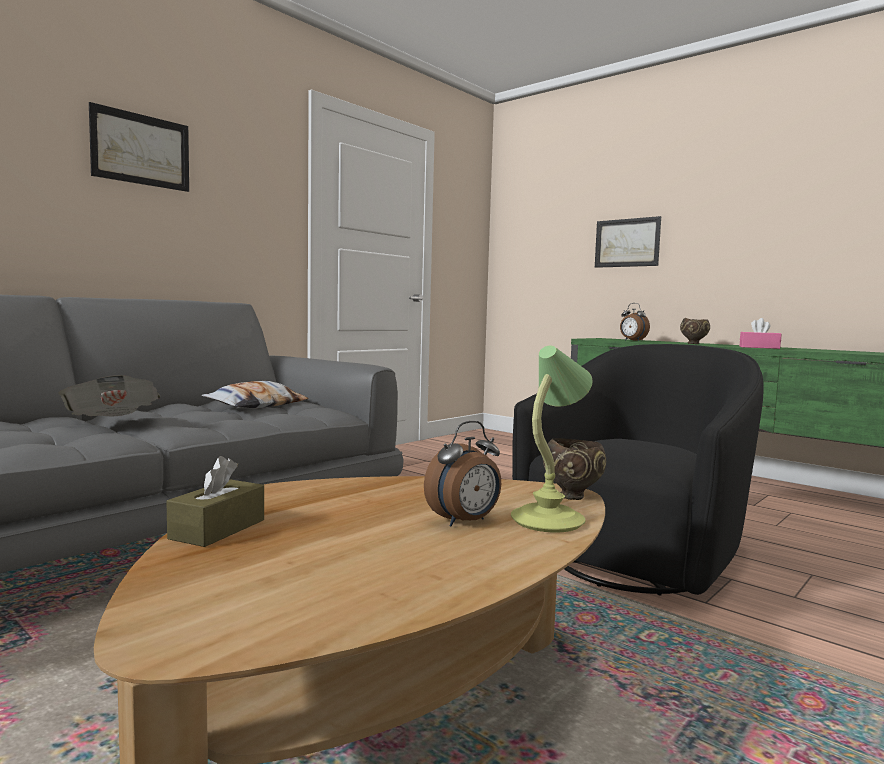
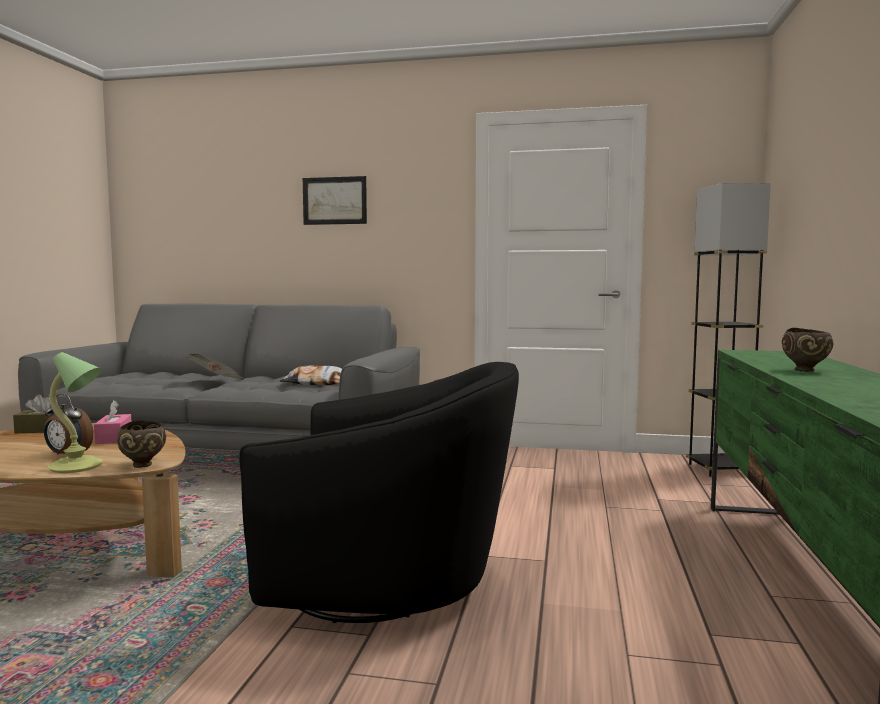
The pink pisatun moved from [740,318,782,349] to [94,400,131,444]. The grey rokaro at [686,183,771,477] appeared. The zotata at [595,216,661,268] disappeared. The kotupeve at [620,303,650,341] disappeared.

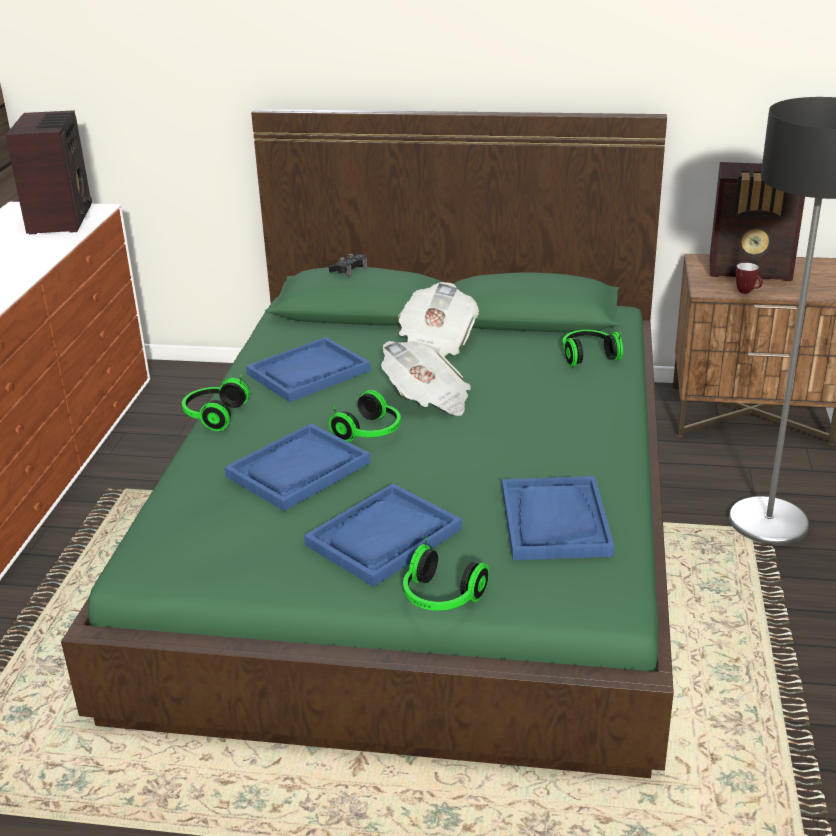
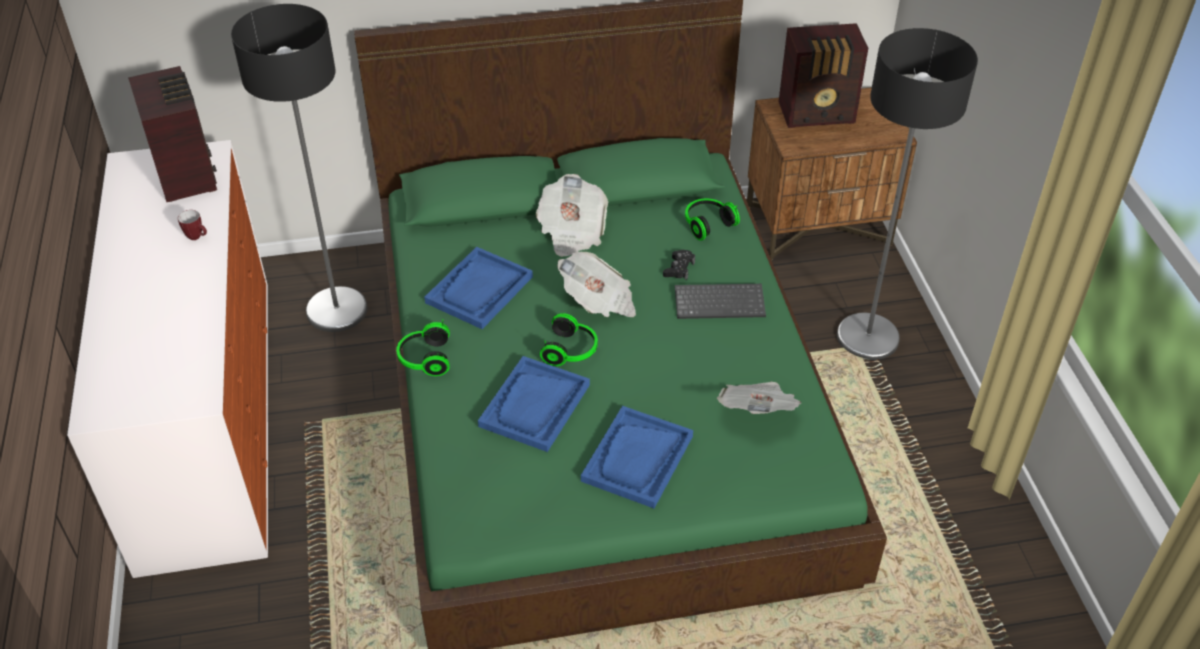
The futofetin moved from [736,263,763,294] to [178,210,207,240]. The rokaro at [231,4,367,332] appeared. The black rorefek moved from [329,254,368,277] to [663,250,695,280]. The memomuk at [675,284,766,319] appeared. The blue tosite at [502,476,615,560] was replaced by the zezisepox at [717,382,802,414]. The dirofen at [403,536,489,611] disappeared.

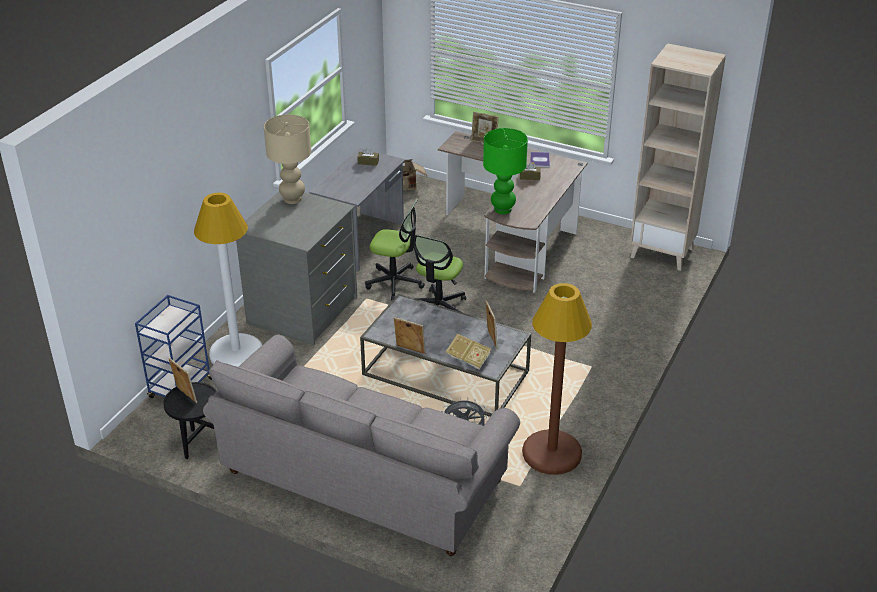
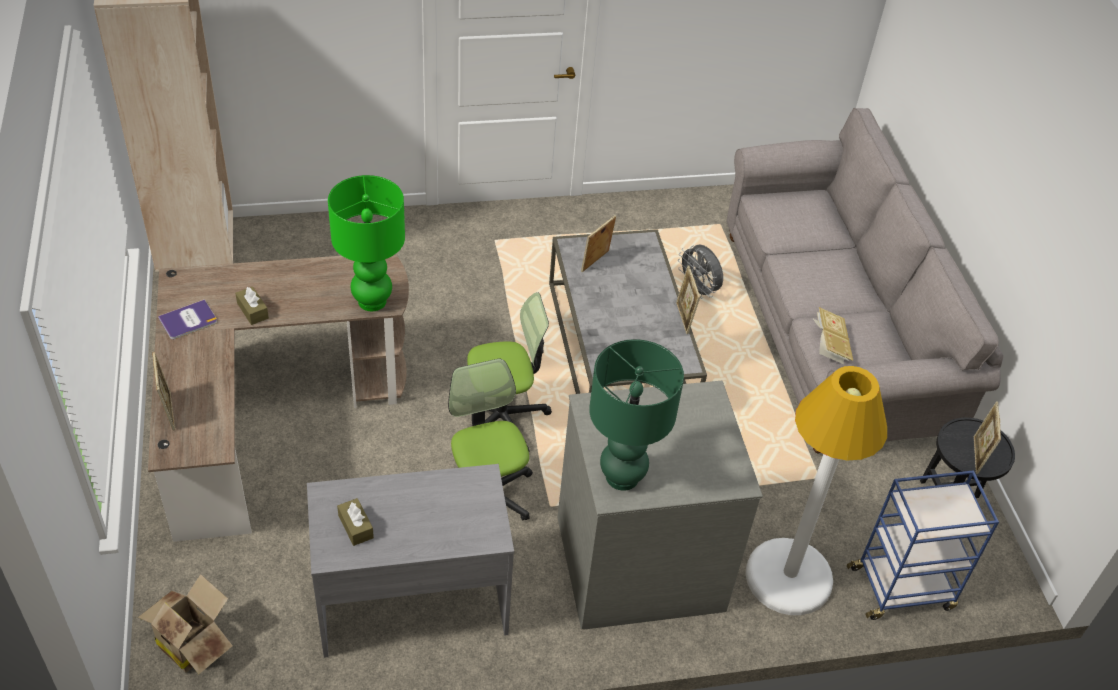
The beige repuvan at [264,115,311,204] became the green repuvan at [589,339,684,491]. The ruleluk moved from [446,334,491,370] to [813,307,853,364]. The brown rokaro at [522,283,592,475] disappeared.

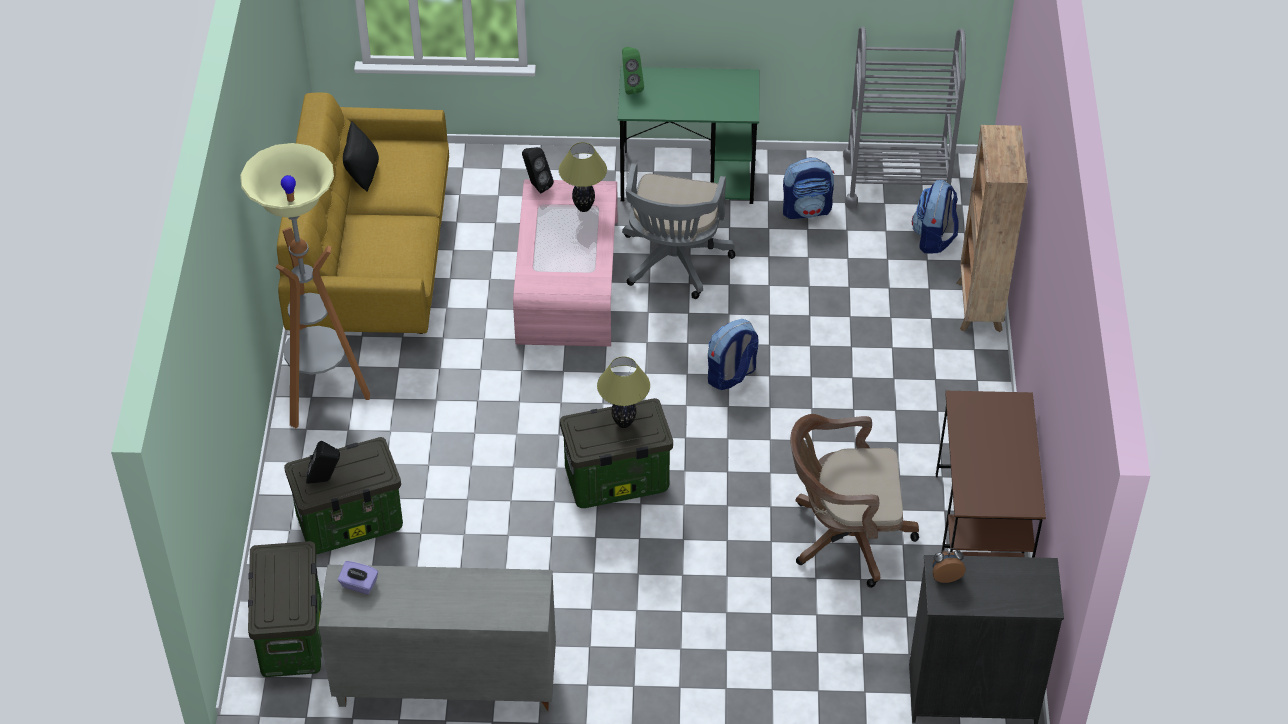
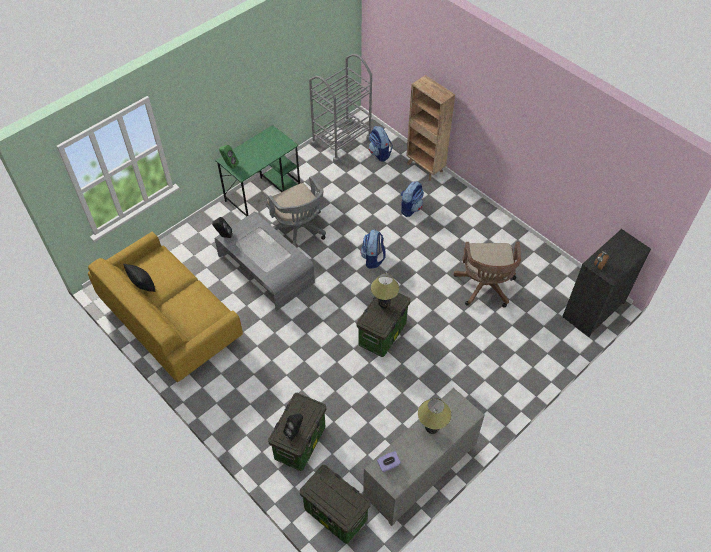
The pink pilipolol at [513,179,618,347] became the grey pilipolol at [215,212,315,311]. The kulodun moved from [783,158,834,219] to [401,181,424,217]. The repuvan moved from [559,142,607,212] to [418,398,451,434]. The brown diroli at [790,414,919,588] turned 45 degrees counterclockwise. The rokaro at [240,143,370,429] disappeared. The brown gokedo at [936,391,1046,557] disappeared.

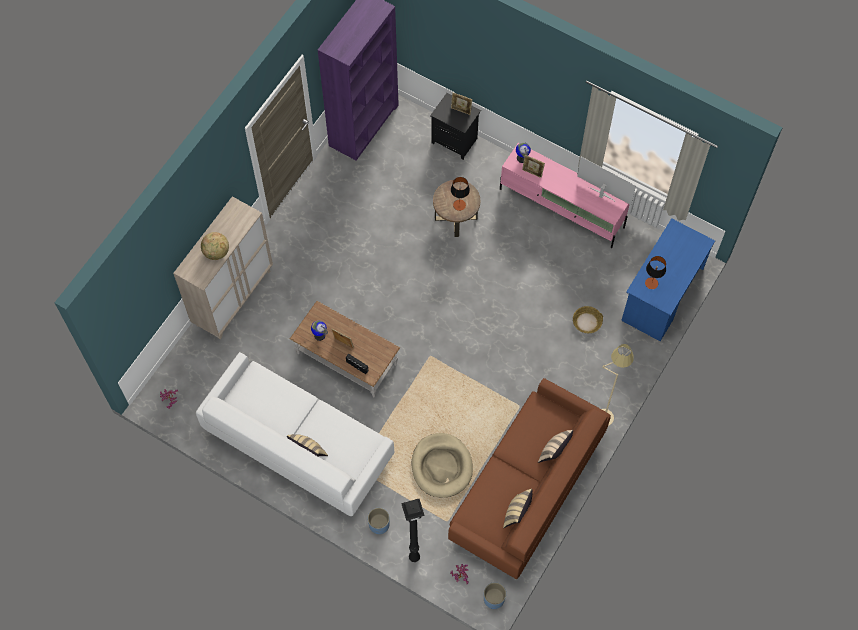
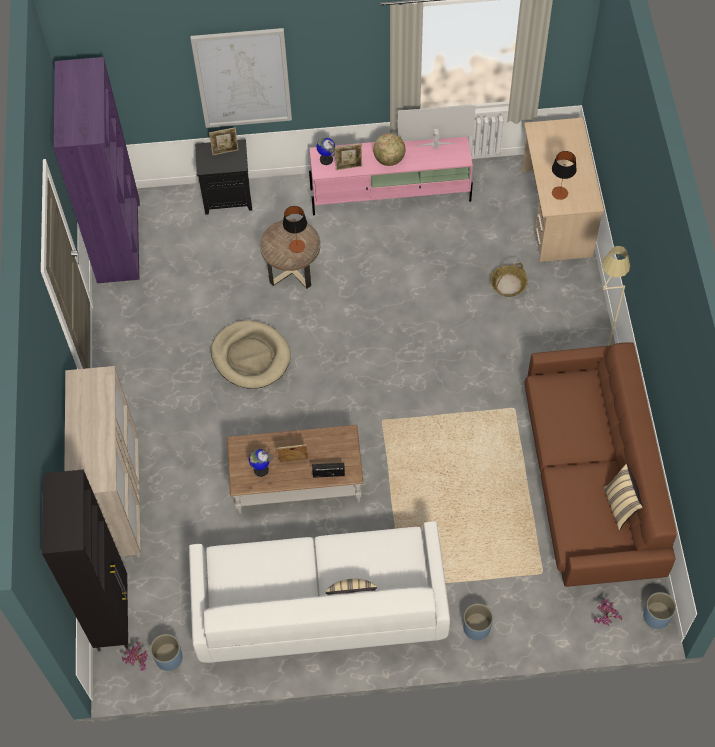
The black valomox at [42,469,128,651] appeared. The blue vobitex at [150,634,183,671] appeared. The zotata at [190,28,292,128] appeared. The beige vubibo moved from [412,433,473,498] to [211,320,291,389]. The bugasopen moved from [201,232,229,260] to [373,133,405,166]. The blue gokedo at [621,218,715,341] became the beige gokedo at [522,118,604,262]. The black rokaro at [401,499,425,562] disappeared. The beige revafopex at [538,430,573,463] disappeared.

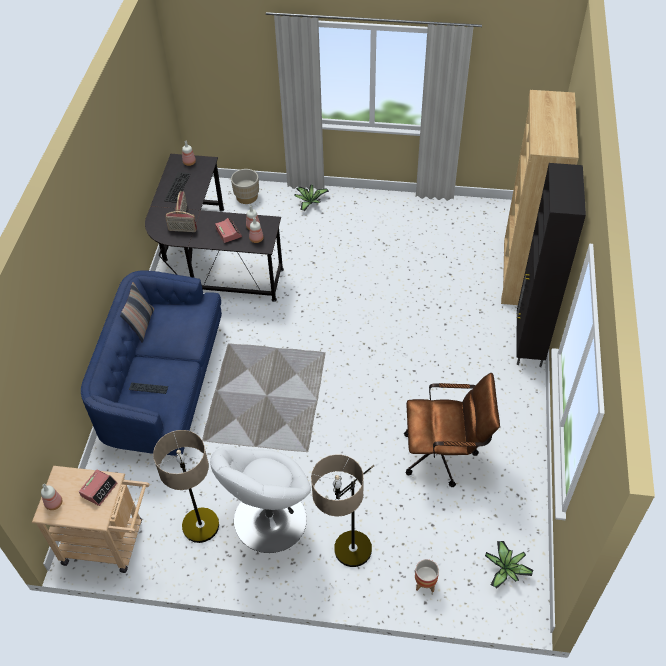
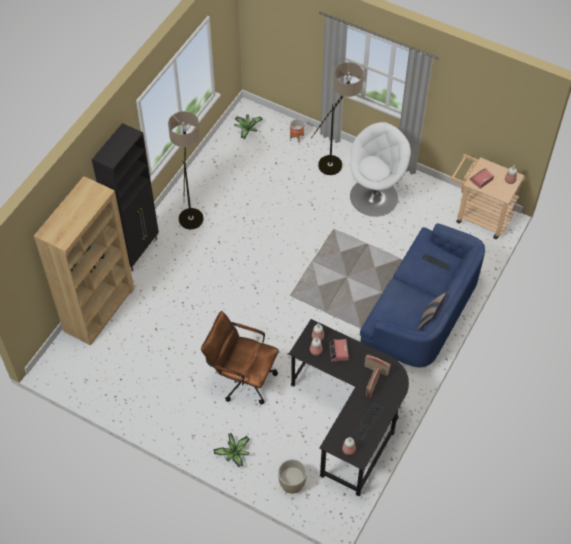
The rokaro moved from [153,430,219,543] to [168,111,203,229]. The brown diroli moved from [404,373,500,487] to [201,311,279,405].

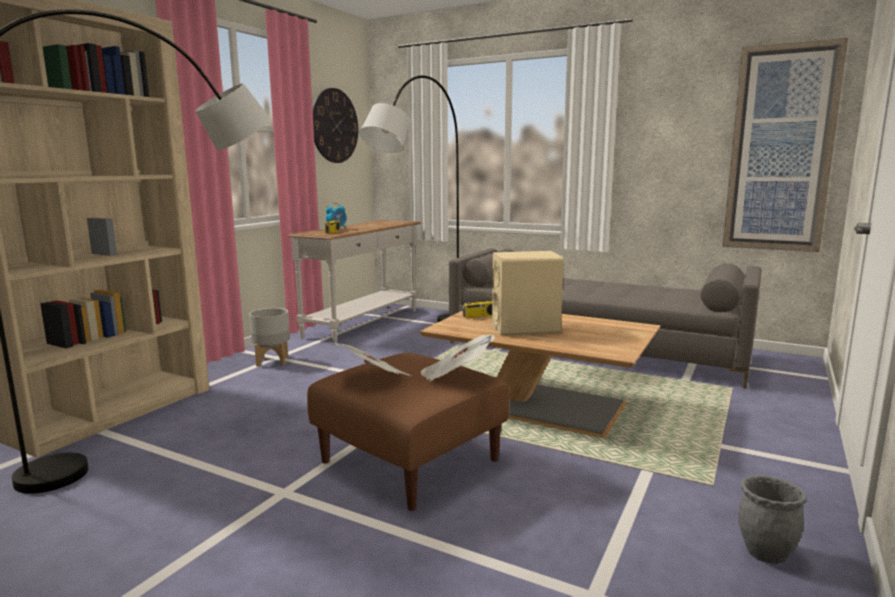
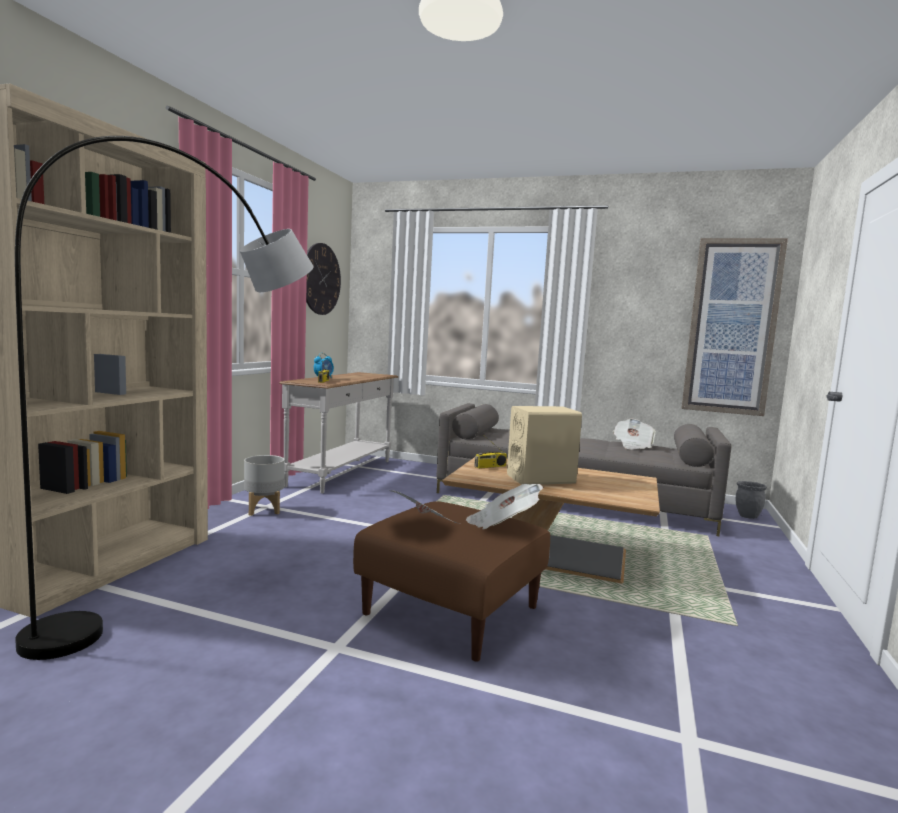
The zezisepox at [613,419,656,450] appeared. The grey vobitex moved from [738,475,807,564] to [735,481,767,519]. The grey rokaro at [360,75,459,322] disappeared.

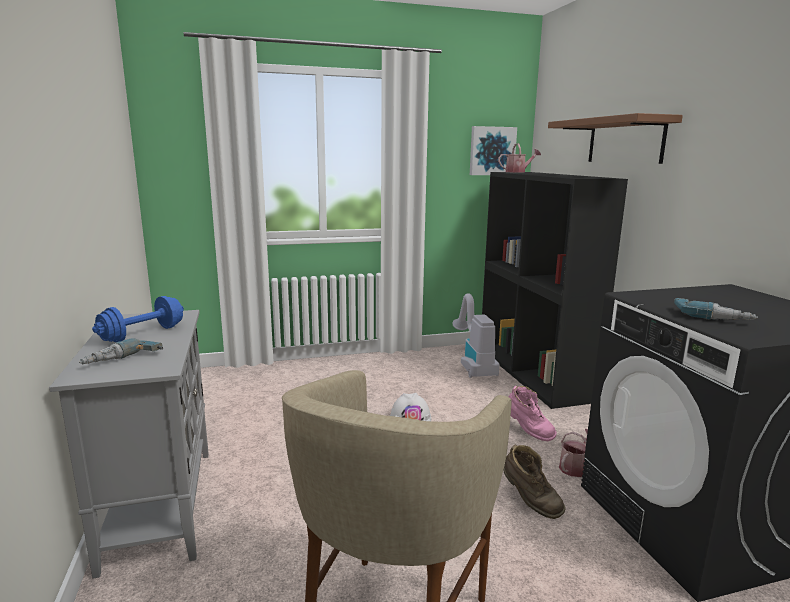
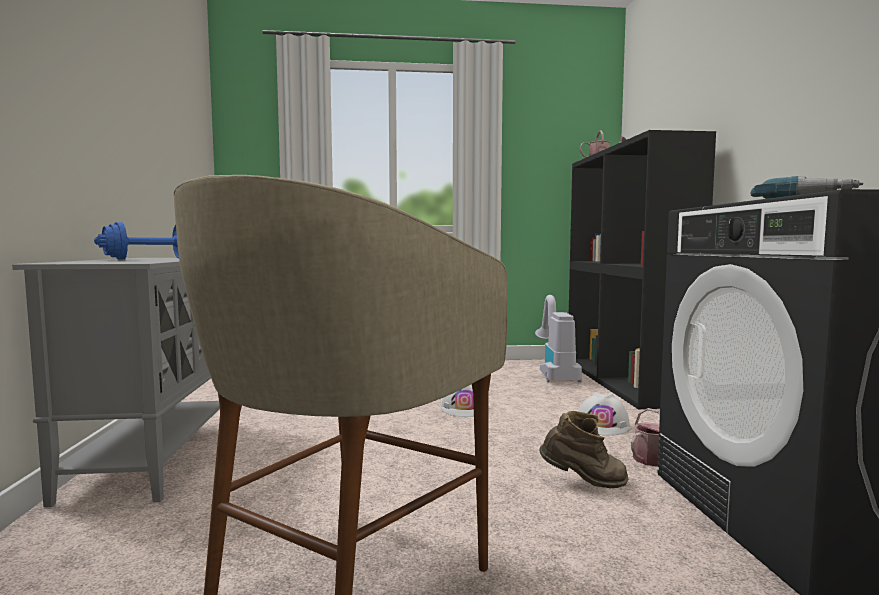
The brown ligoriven at [503,444,566,519] turned 60 degrees counterclockwise. The pink ligoriven at [508,386,557,441] was replaced by the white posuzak at [578,392,631,436]. The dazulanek at [79,338,163,364] disappeared. The zotata at [470,126,517,175] disappeared. The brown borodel at [548,113,683,164] disappeared.

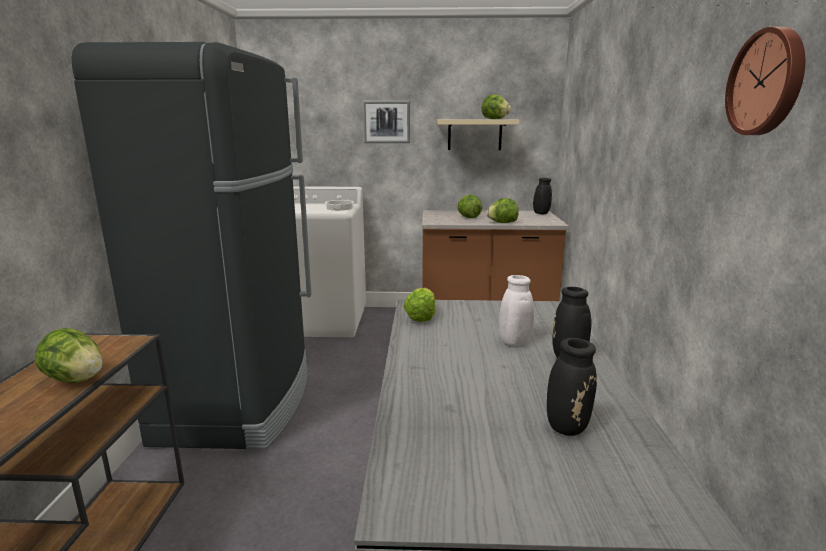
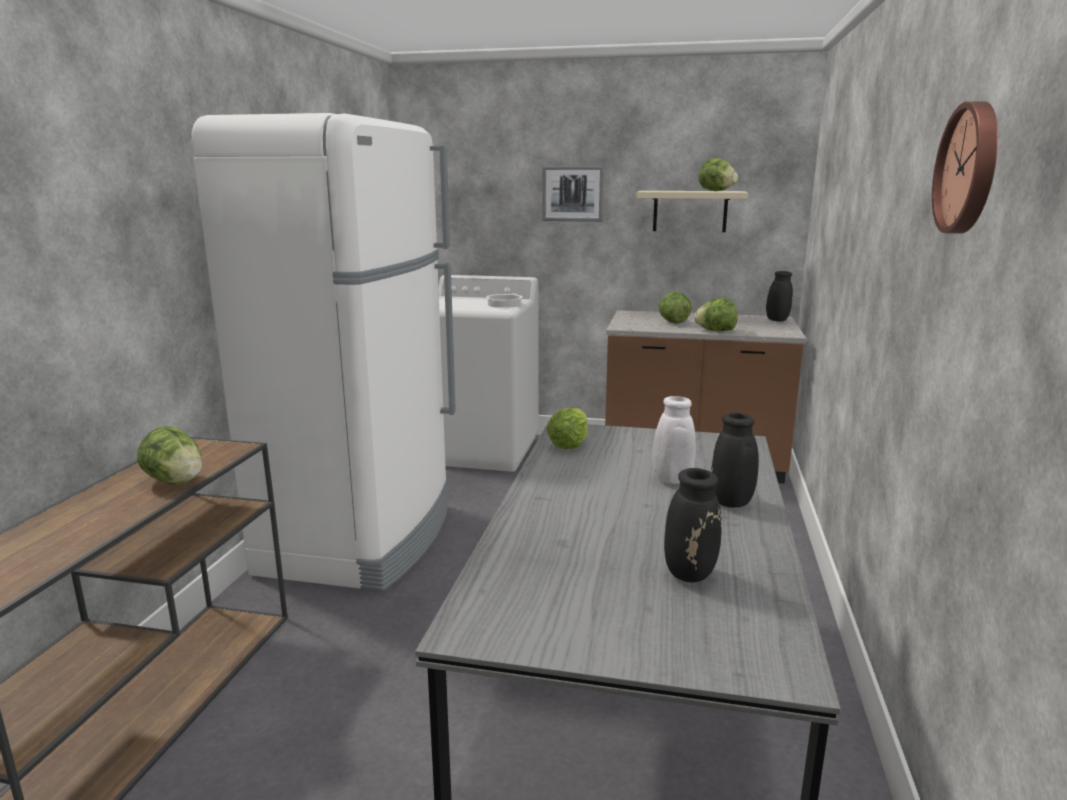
The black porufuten at [71,42,311,450] became the white porufuten at [192,113,456,591].

